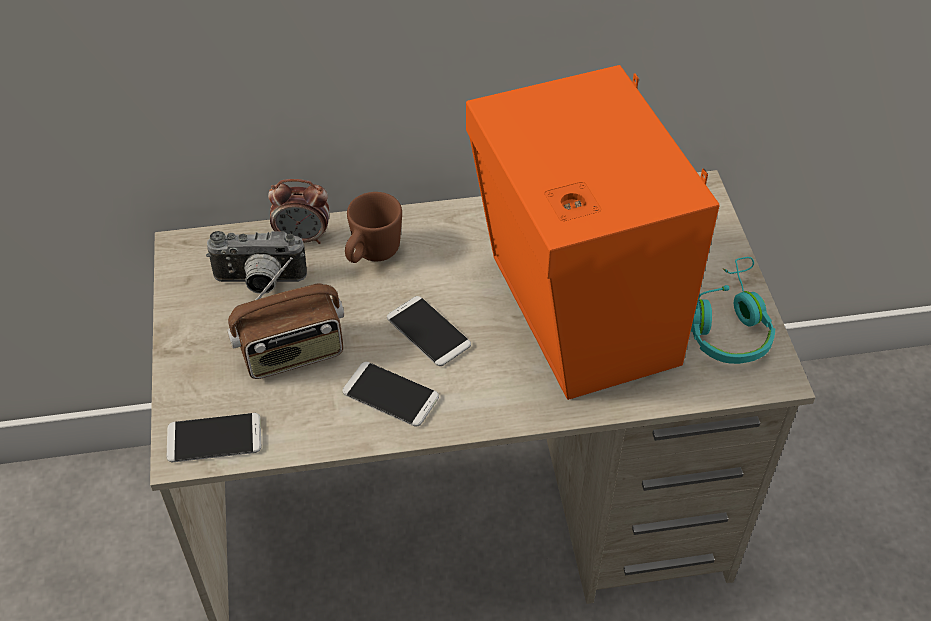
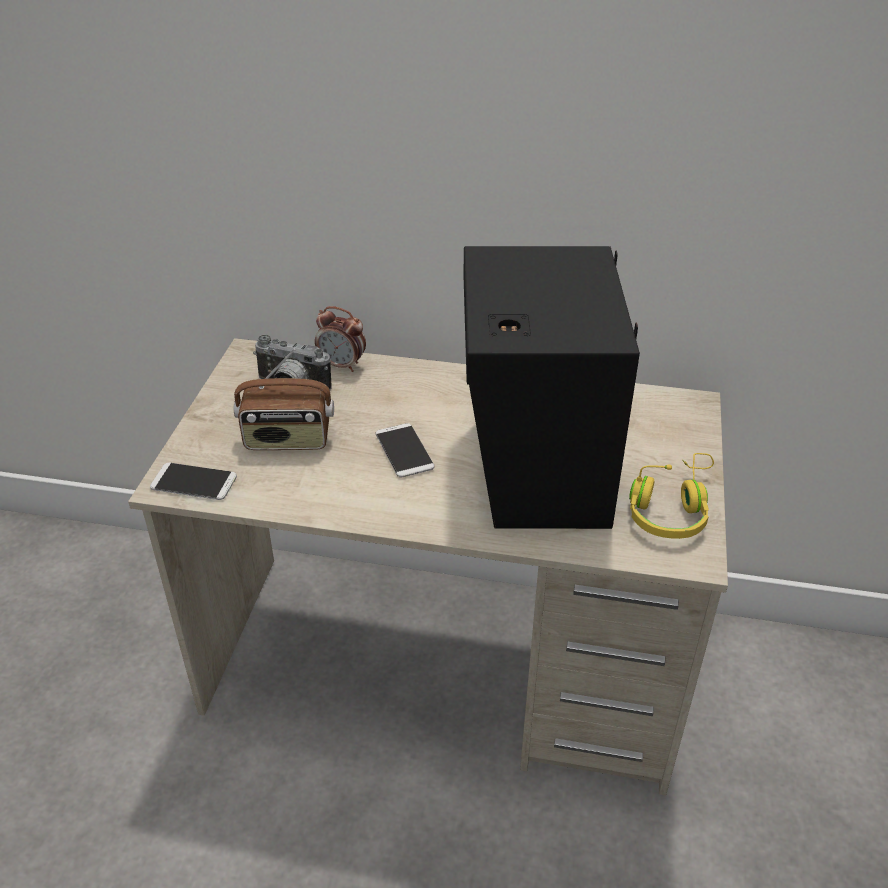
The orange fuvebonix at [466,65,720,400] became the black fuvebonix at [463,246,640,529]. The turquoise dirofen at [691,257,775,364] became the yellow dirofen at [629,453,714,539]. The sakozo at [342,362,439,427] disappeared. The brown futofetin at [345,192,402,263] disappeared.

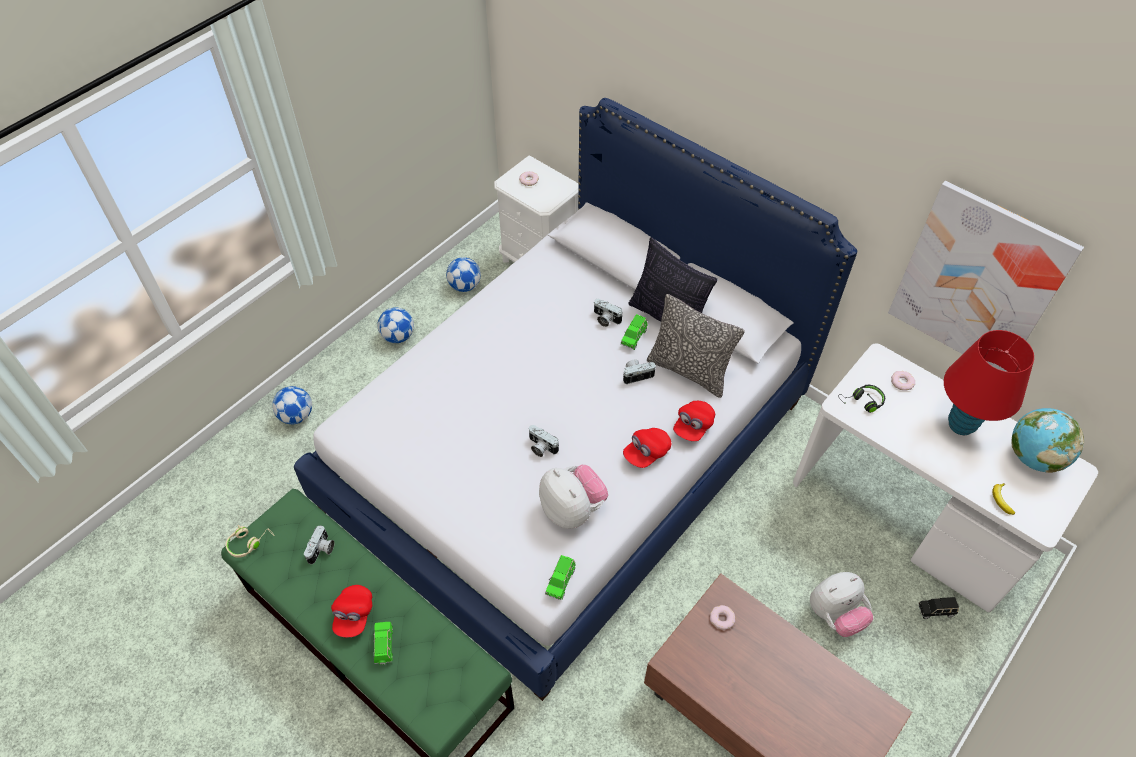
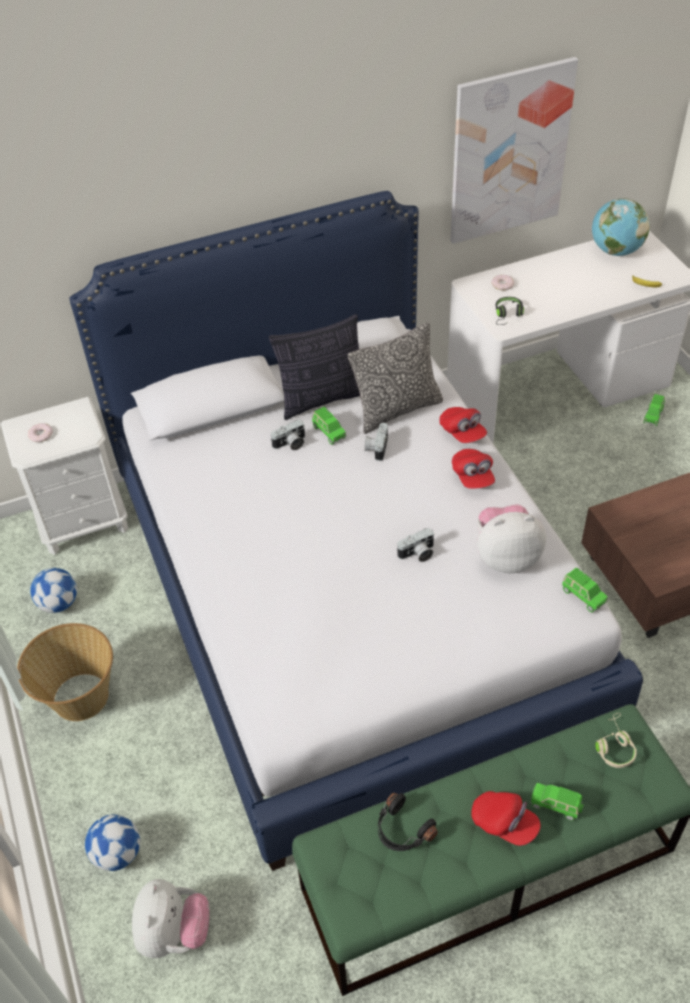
The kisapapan at [377,307,414,343] was replaced by the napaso at [17,623,113,721]. The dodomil moved from [810,572,873,637] to [132,879,209,958]. The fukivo at [304,526,334,564] was replaced by the black dirofen at [378,793,438,851]. The beige dirofen moved from [225,525,275,558] to [596,713,637,768]. The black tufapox at [918,597,959,619] became the green tufapox at [643,394,665,426]. The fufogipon at [710,605,735,630] disappeared. The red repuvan at [944,330,1034,435] disappeared.

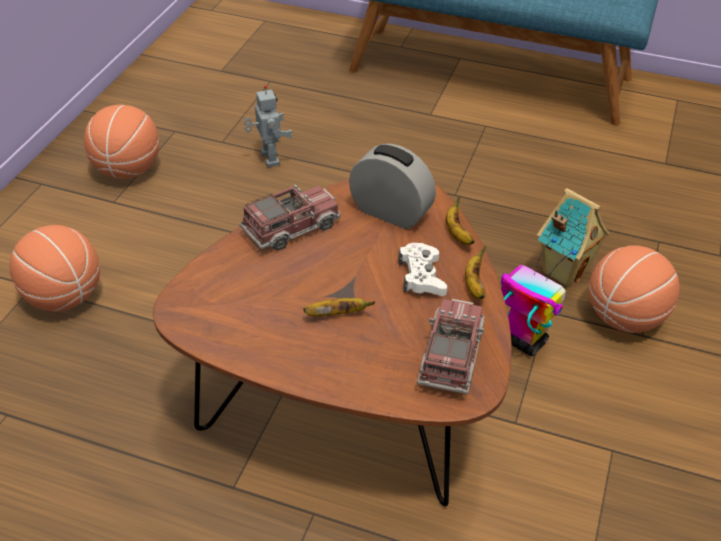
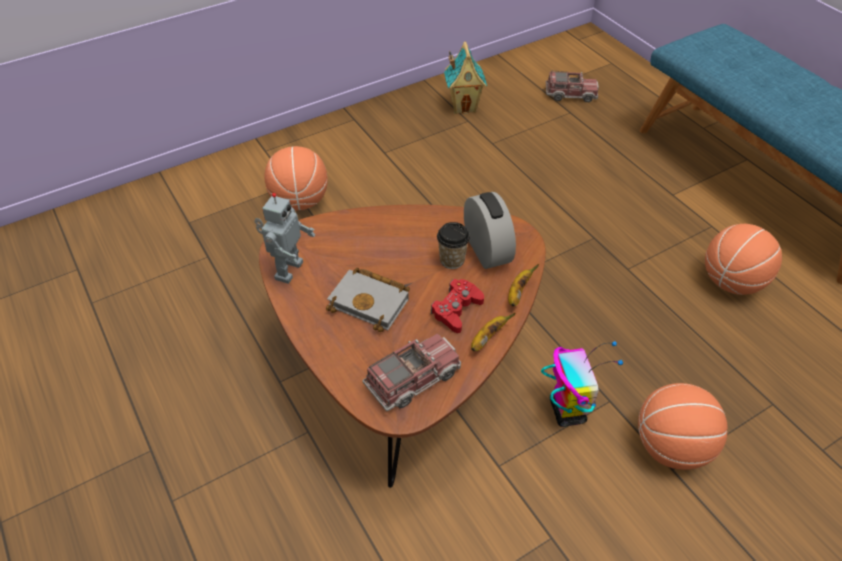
The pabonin moved from [244,85,292,167] to [255,193,315,284]. The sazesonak at [303,298,375,316] was replaced by the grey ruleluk at [326,268,410,332]. The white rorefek at [398,243,447,296] became the red rorefek at [431,279,484,333]. The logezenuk at [437,222,470,269] appeared. The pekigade moved from [537,188,610,288] to [444,42,487,114]. The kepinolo moved from [239,184,341,251] to [546,71,599,102]. The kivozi moved from [84,104,159,179] to [705,224,782,295].

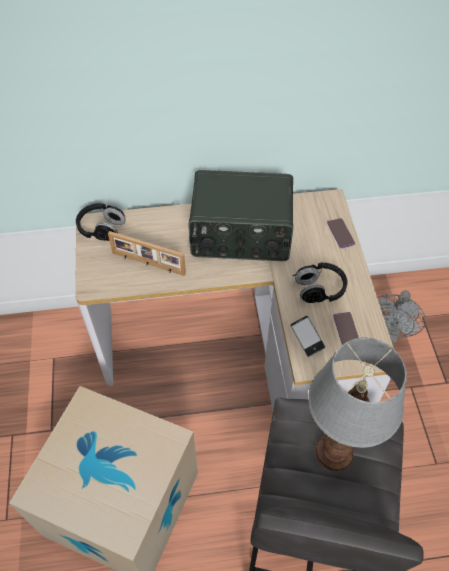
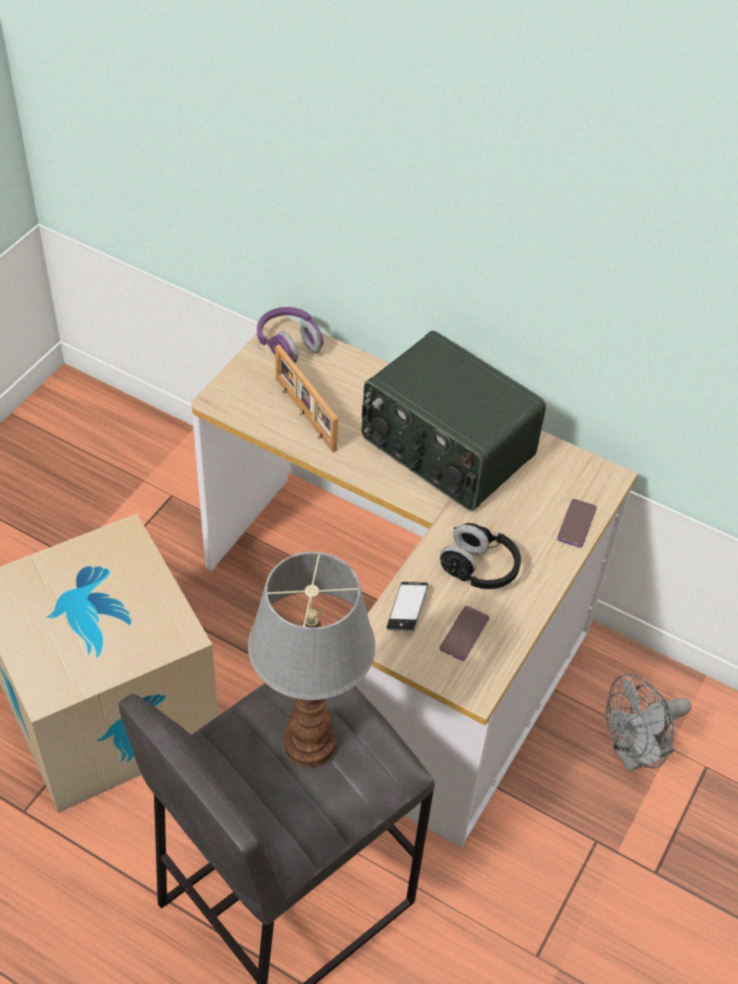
The black dirofen at [76,203,126,241] became the purple dirofen at [257,307,324,363].

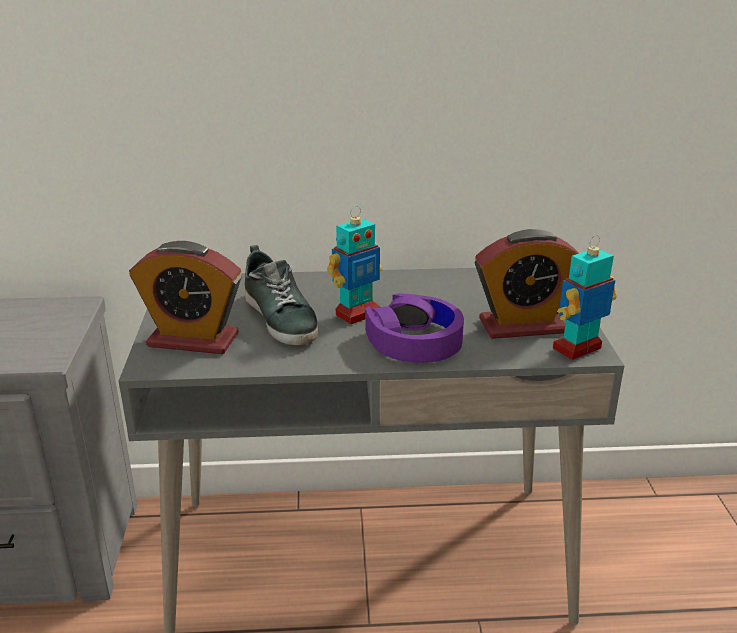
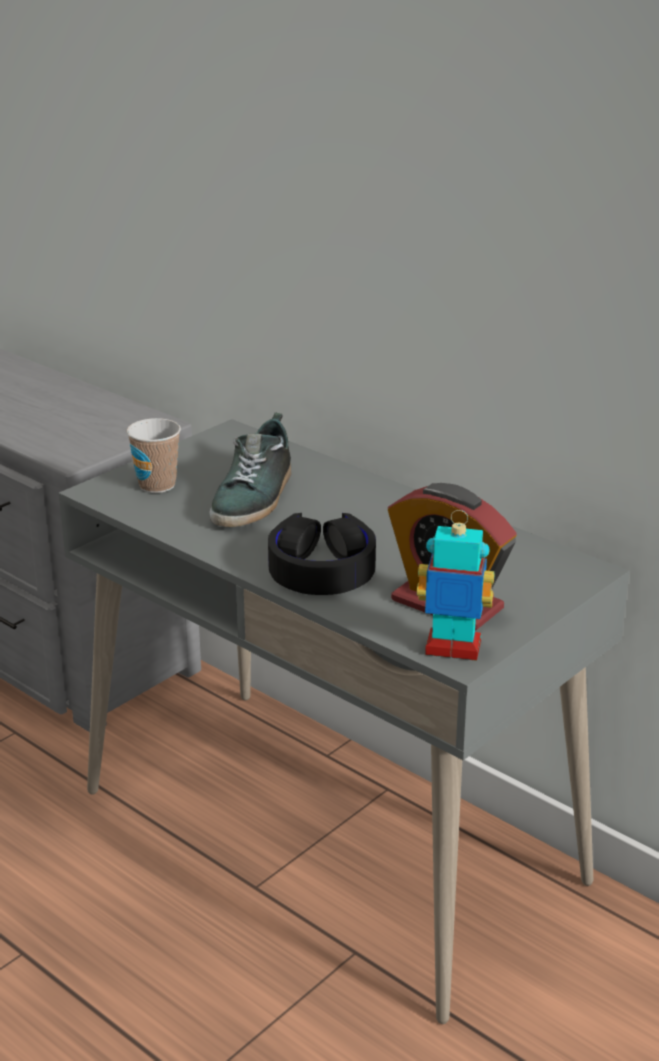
The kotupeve at [129,241,242,354] was replaced by the logezenuk at [127,418,181,493]. The purple dirofen at [365,293,464,363] became the black dirofen at [268,513,376,595]. The pabonin at [327,206,382,325] disappeared.

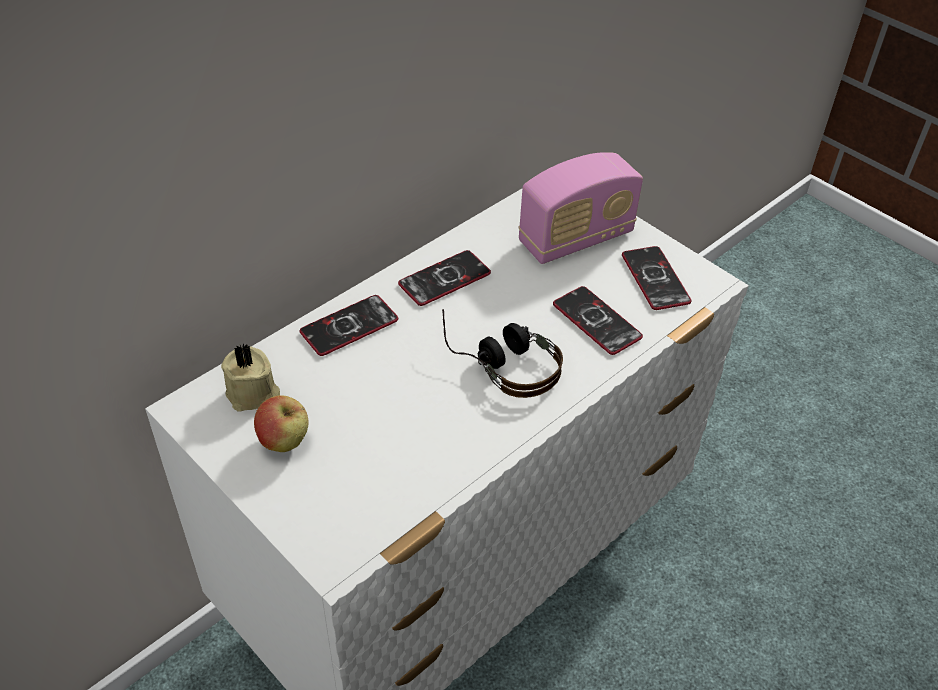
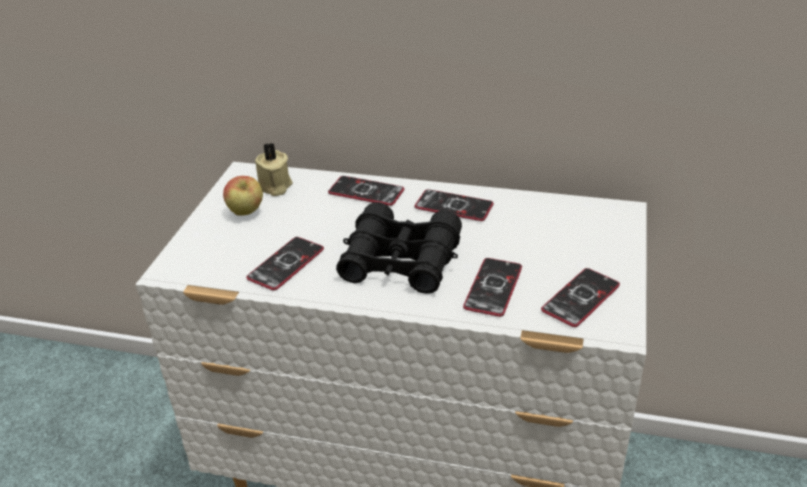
The sakozo at [246,237,324,290] appeared. The dirofen at [442,309,563,398] was replaced by the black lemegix at [336,202,462,294]. The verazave at [518,152,643,264] disappeared.

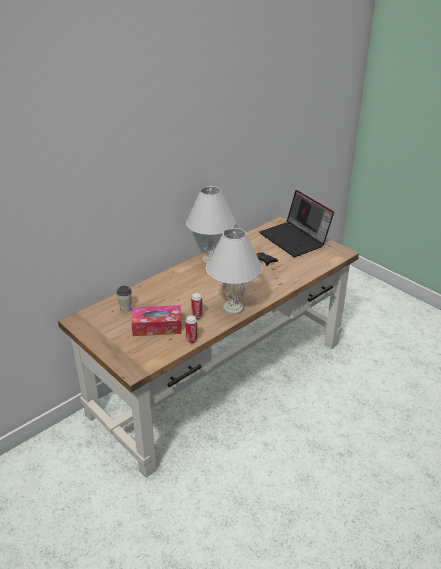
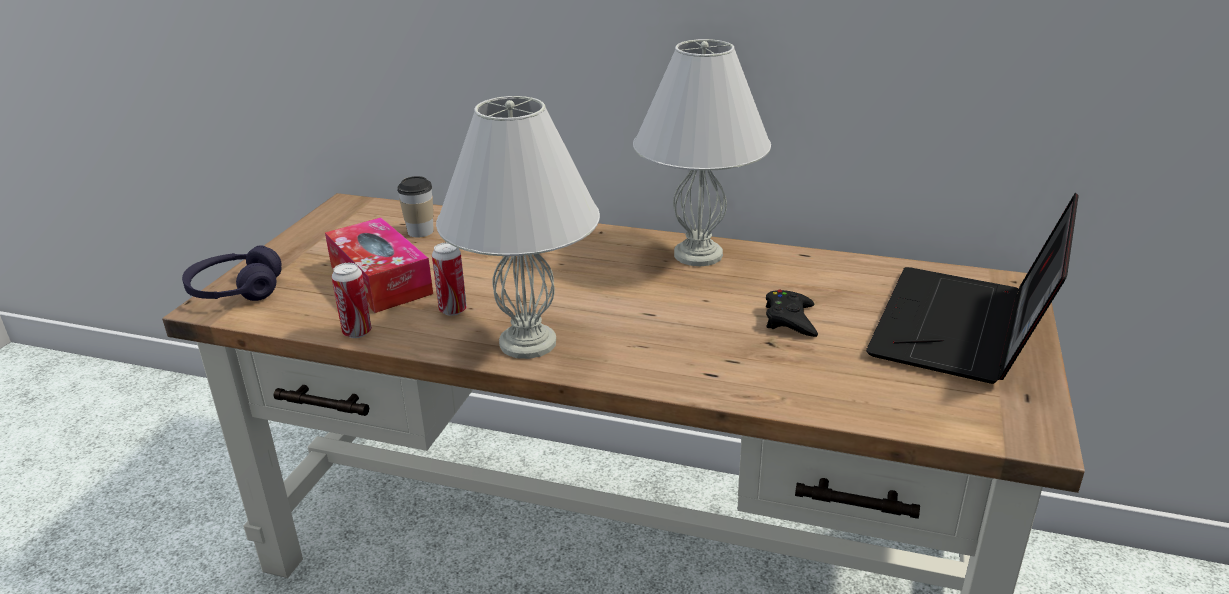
The purple dirofen at [182,245,281,301] appeared.

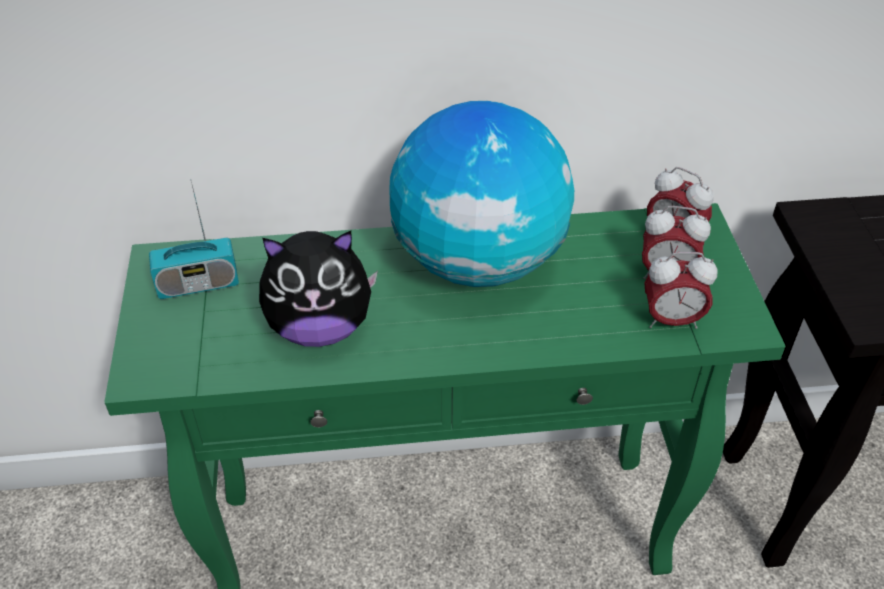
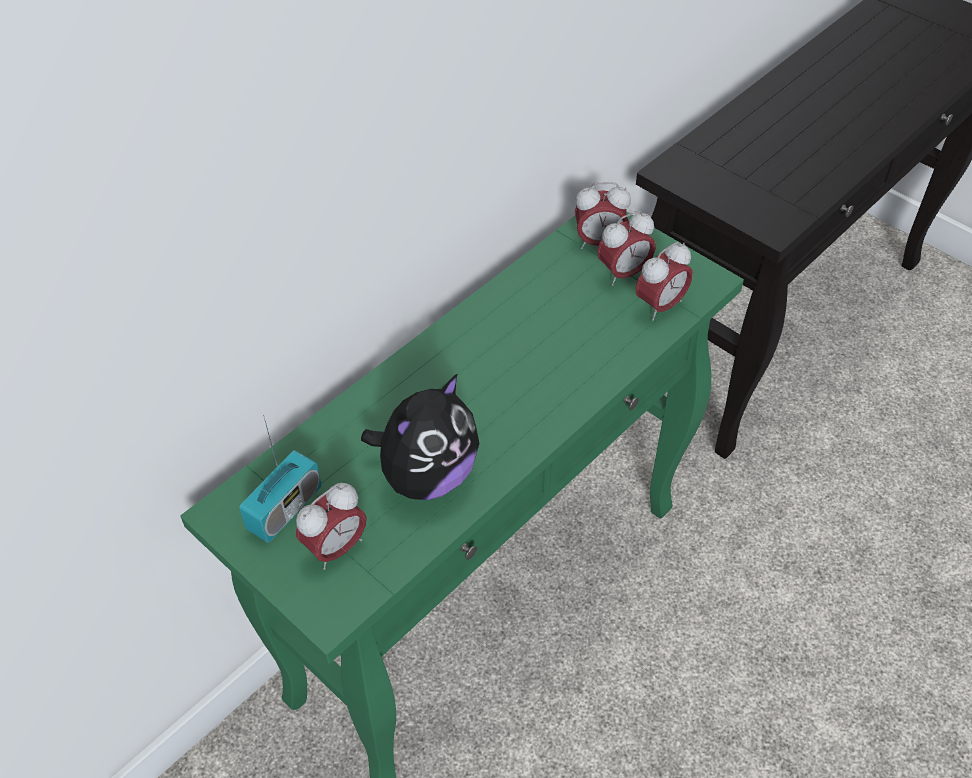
The kotupeve at [296,483,366,570] appeared. The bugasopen at [389,101,574,287] disappeared.

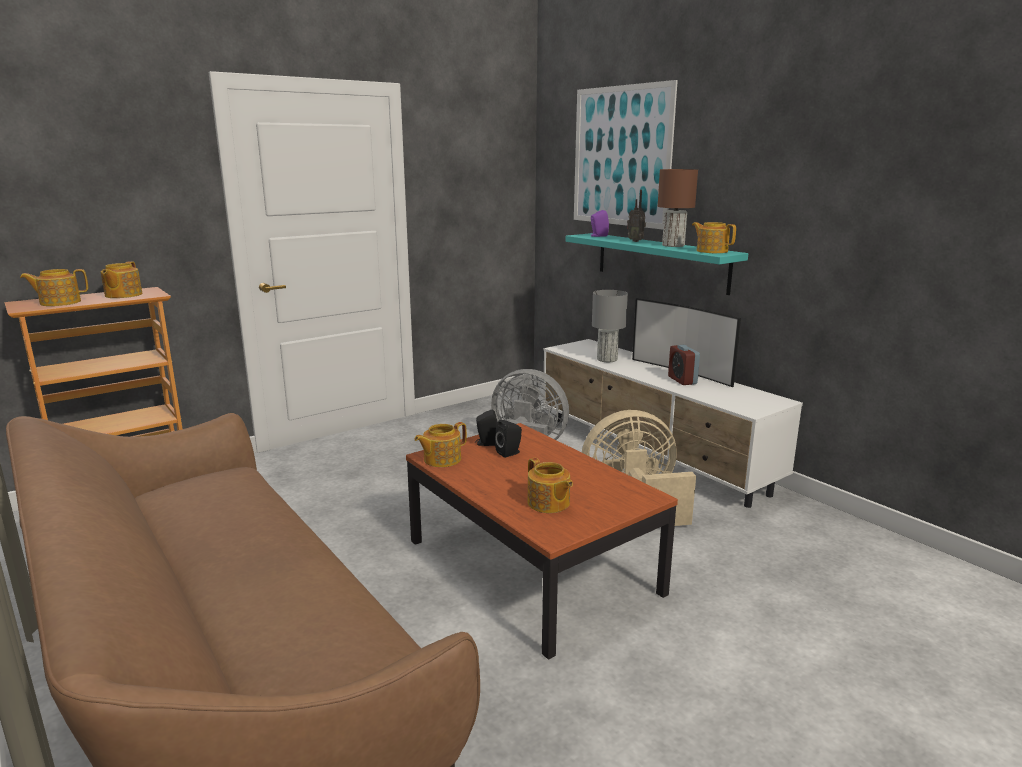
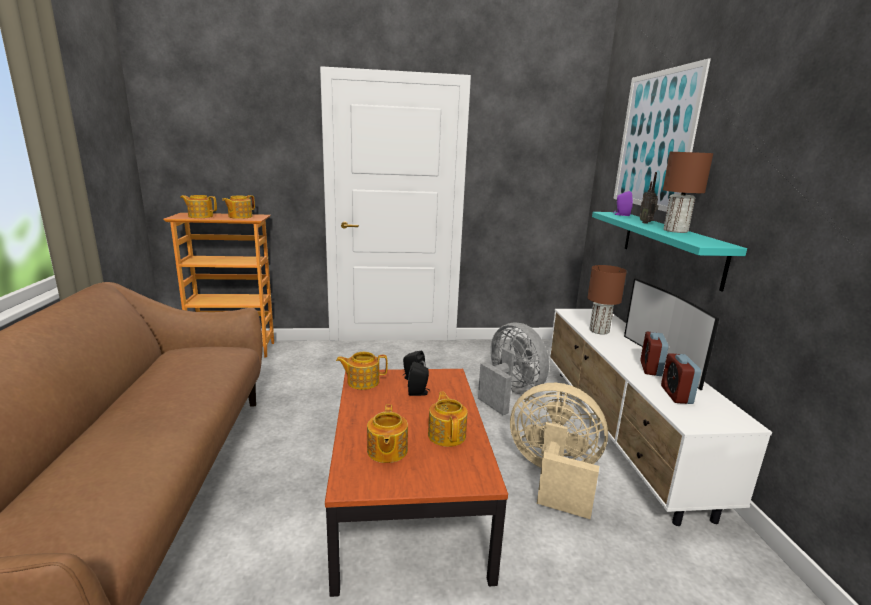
The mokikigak moved from [692,222,736,253] to [428,392,468,447]. The grey repuvan at [592,290,628,362] became the brown repuvan at [587,265,627,335]. The kotupeve at [661,353,701,404] appeared.

